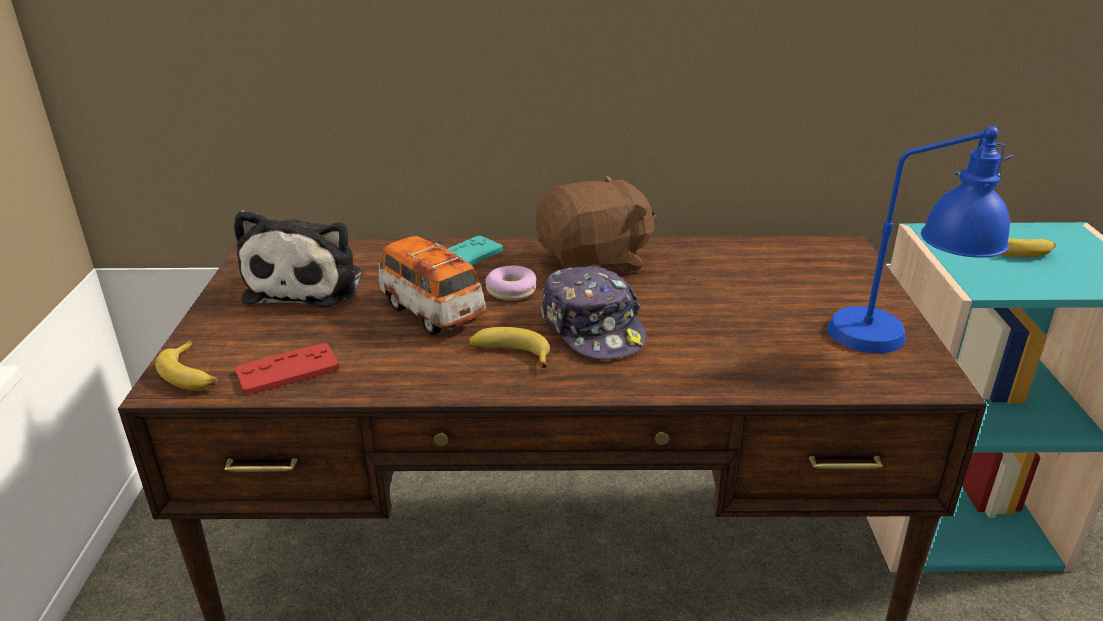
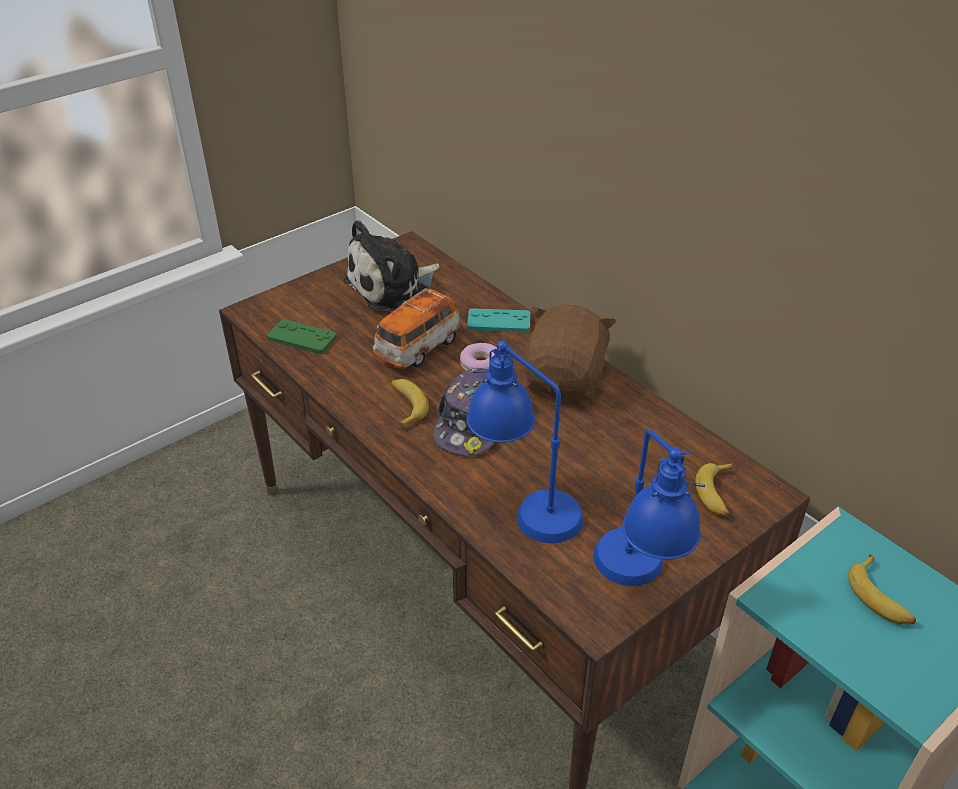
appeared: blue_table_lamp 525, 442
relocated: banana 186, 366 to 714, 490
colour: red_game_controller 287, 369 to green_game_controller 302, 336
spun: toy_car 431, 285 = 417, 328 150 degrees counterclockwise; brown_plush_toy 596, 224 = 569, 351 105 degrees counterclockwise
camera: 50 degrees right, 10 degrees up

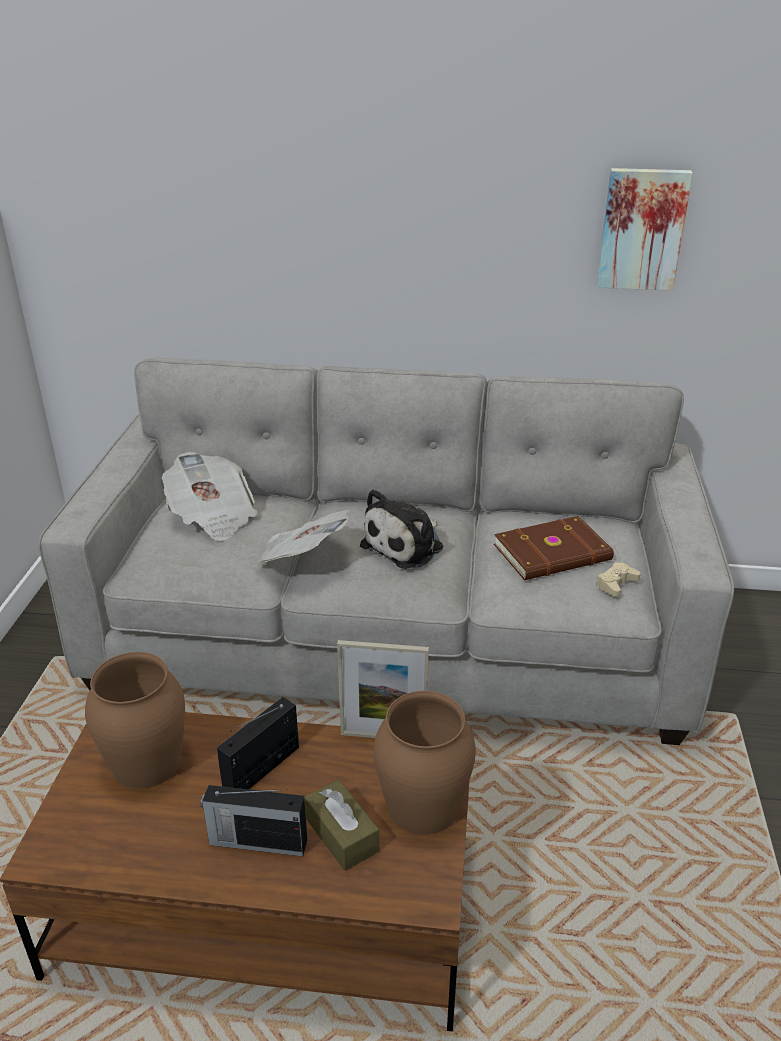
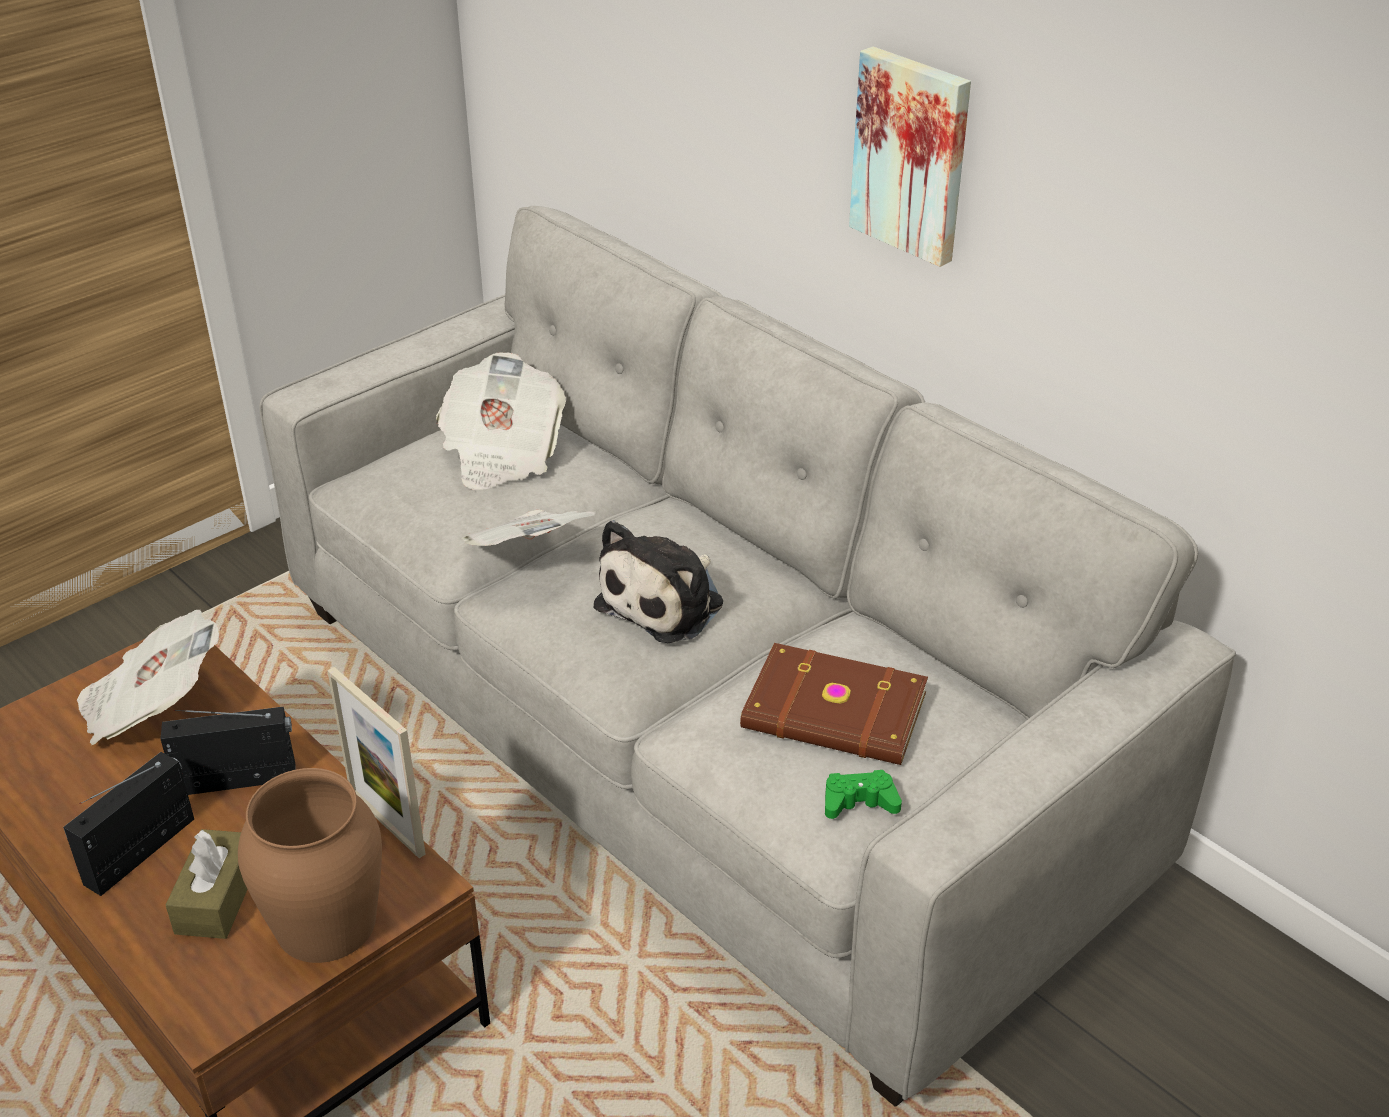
relocated: picture 645, 229 to 910, 156
exchanged: brown_vase 135, 720 to newspaper 148, 677
colour: beige_game_controller 618, 579 to green_game_controller 863, 794
spun: radio 253, 820 = 128, 824 75 degrees clockwise; plush_toy 401, 529 = 658, 581 45 degrees counterclockwise
camera: 40 degrees right, 5 degrees up

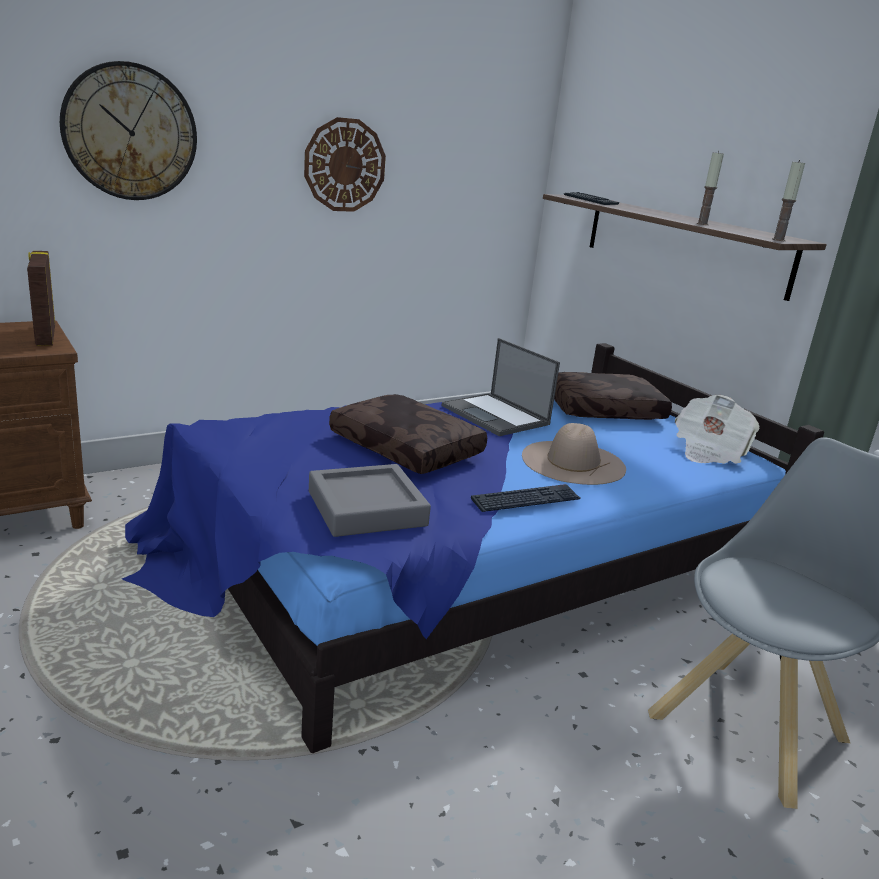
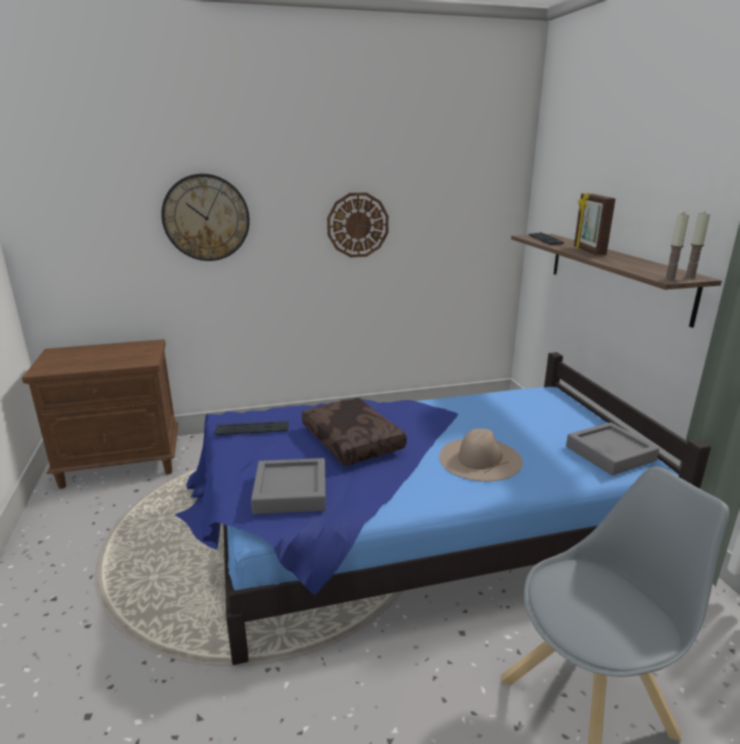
missing: laptop 501, 387; brown_pillow 613, 396
relocated: picture_frame 41, 298 to 595, 224; keyboard 526, 498 to 252, 428; candle 710, 188 to 697, 245
exchanged: newspaper 717, 429 to grey_tray 612, 448
camera: 20 degrees right, 0 degrees up

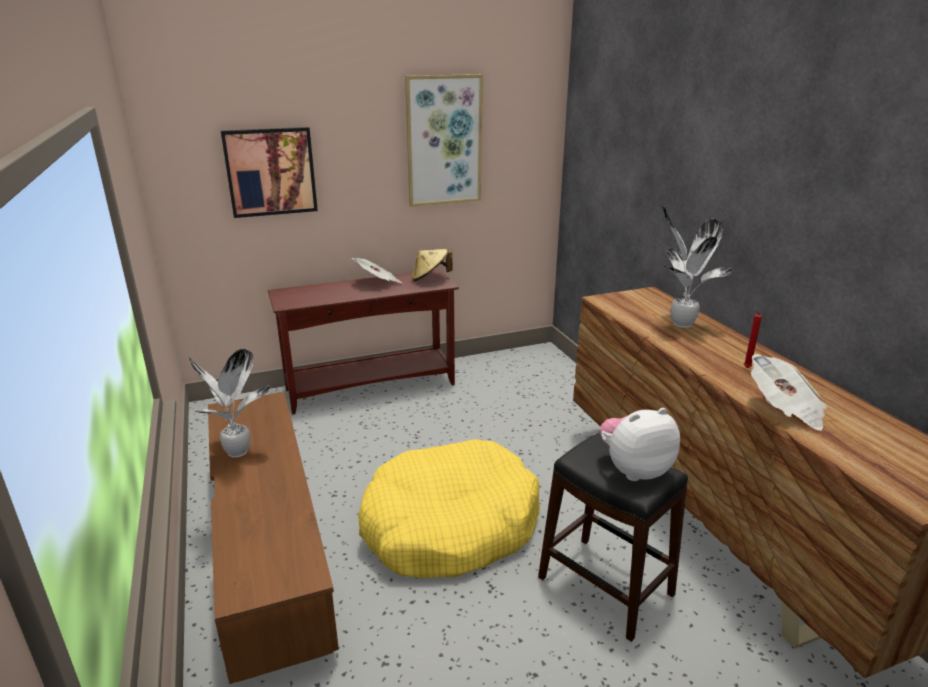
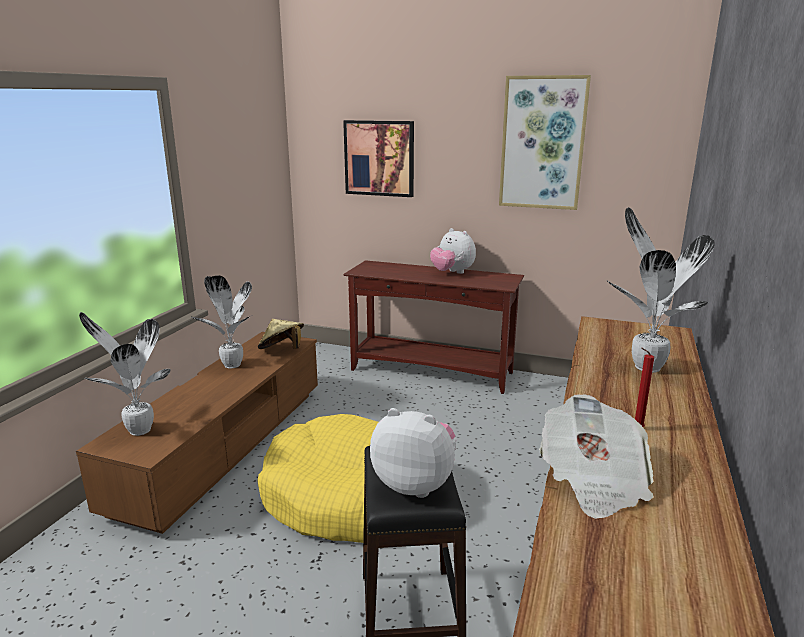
appeared: potted_plant 125, 374
relocated: beige_hat 432, 265 to 281, 334
exchanged: newspaper 377, 270 to plush_toy 453, 251
camera: 40 degrees right, 5 degrees down

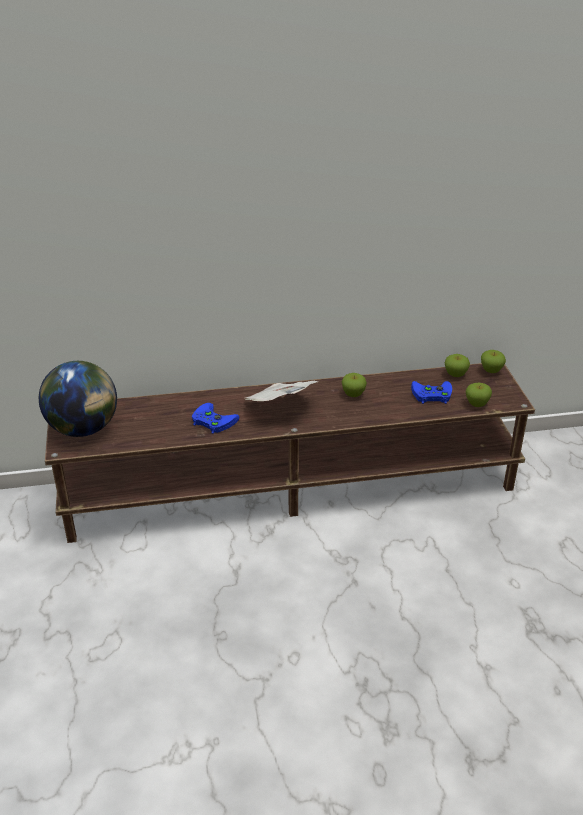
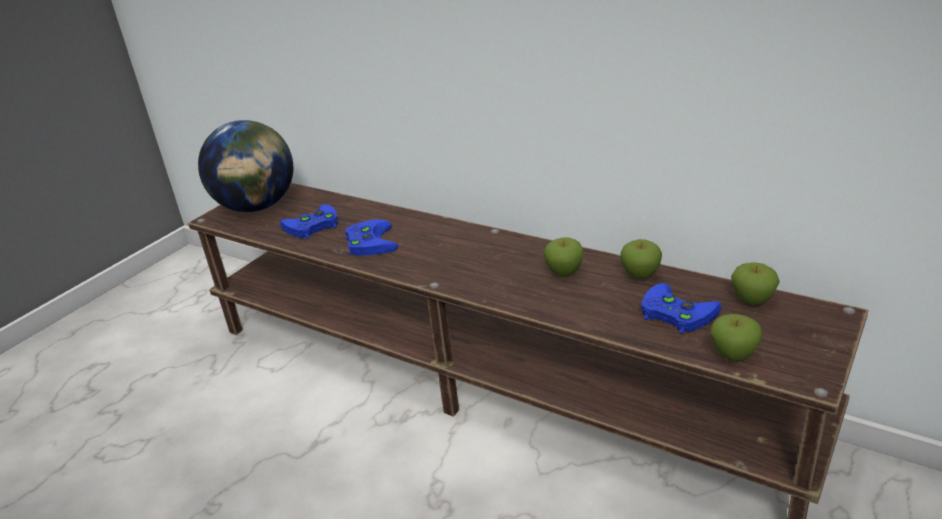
missing: newspaper 282, 391
appeared: blue_game_controller 309, 221
relocated: apple 493, 361 to 641, 259
camera: 45 degrees right, 5 degrees down

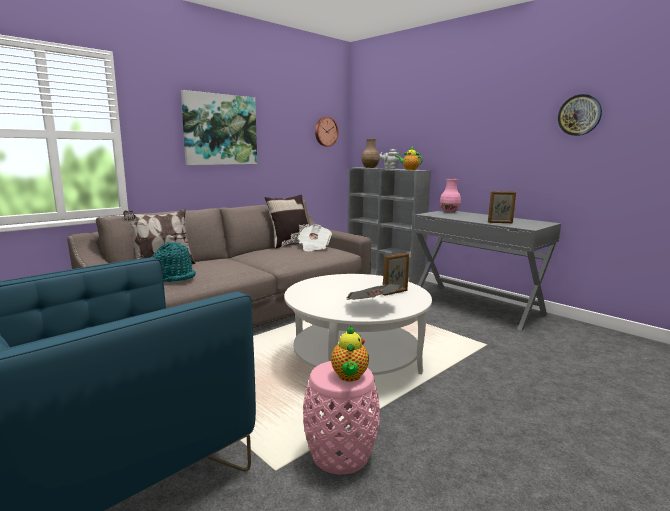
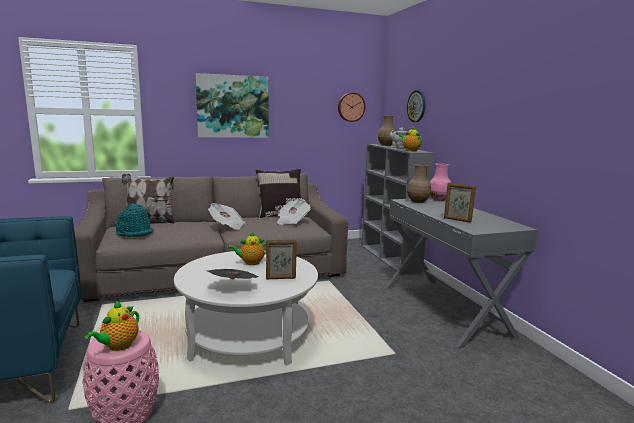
appeared: newspaper 226, 216; teapot 247, 248; brown_vase 419, 183
relocated: wall_clock 580, 115 to 416, 106
camera: 25 degrees right, 0 degrees up

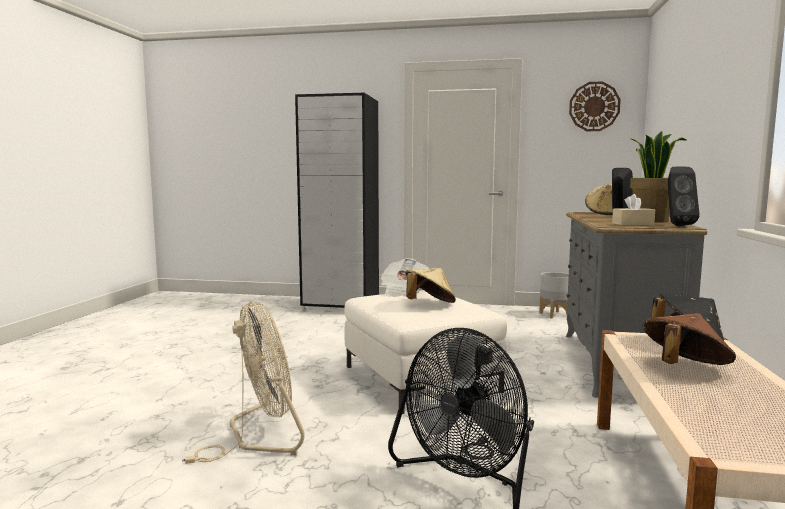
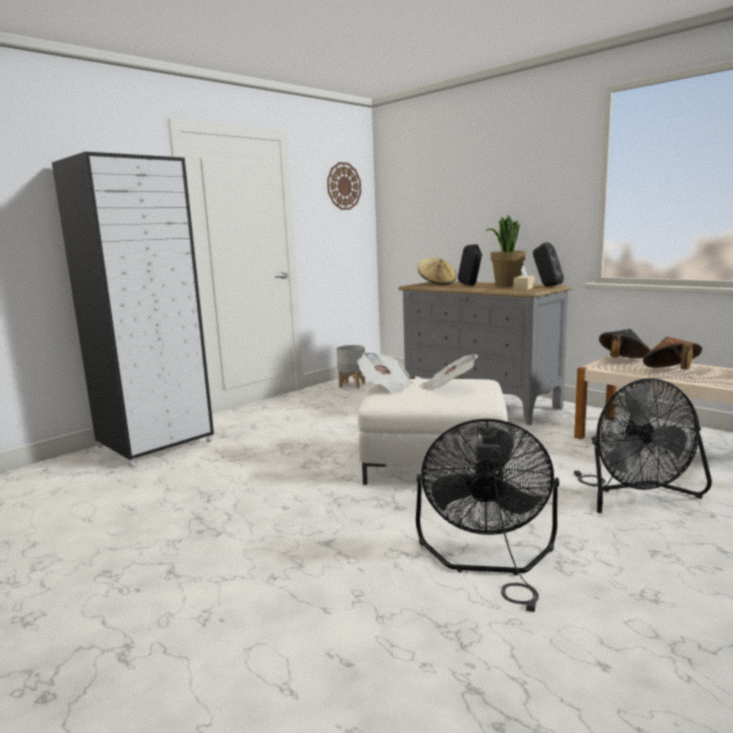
exchanged: beige_hat 430, 285 to newspaper 448, 372
colour: beige_fan 243, 382 to black_fan 487, 515
camera: 55 degrees left, 5 degrees up

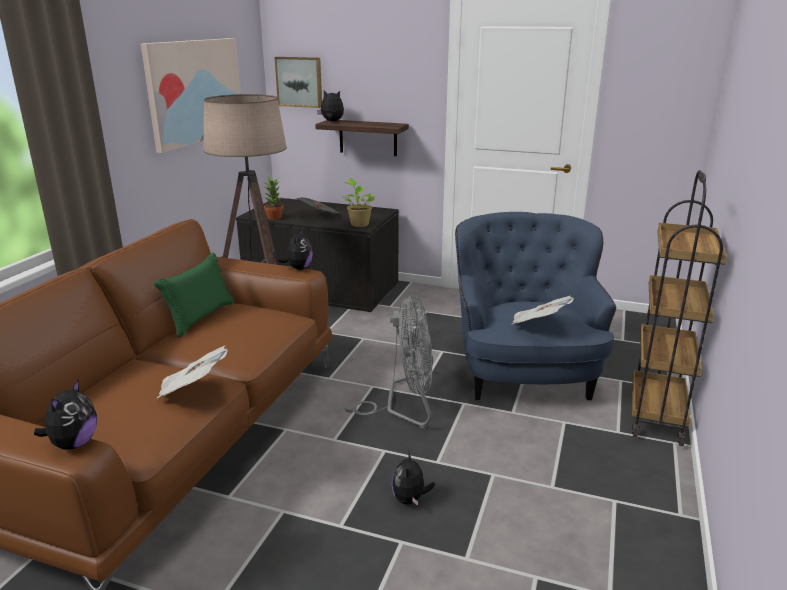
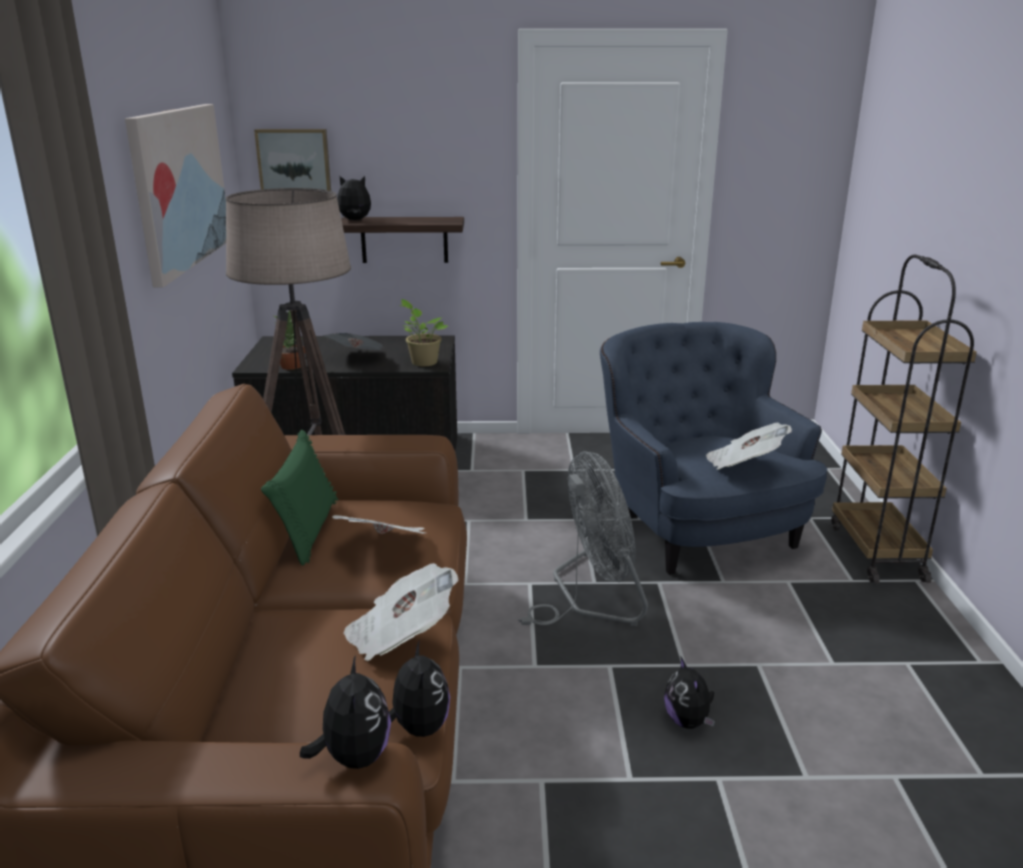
appeared: newspaper 379, 524
relocated: plush_toy 295, 249 to 419, 689
camera: 20 degrees left, 0 degrees up

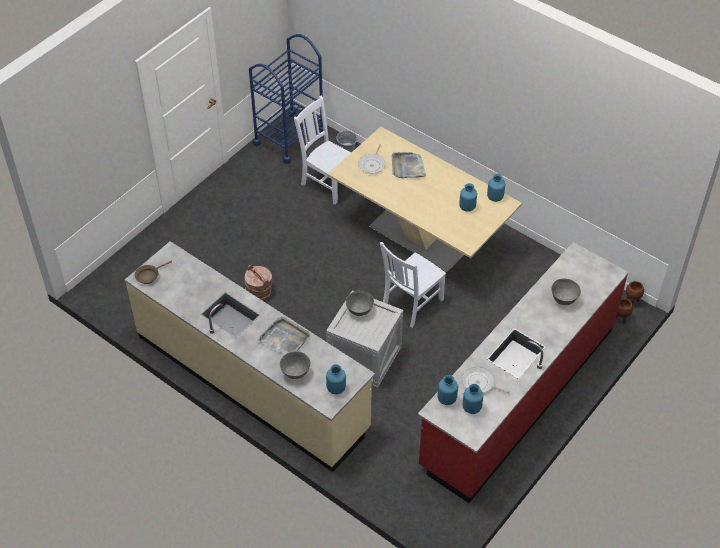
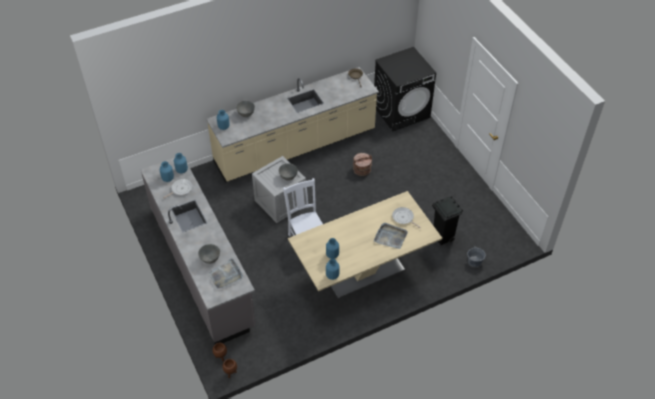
missing: blue_cart 286, 99
appeared: black_washing_machine 405, 89
relocated: grey_tray 284, 335 to 225, 273
exchanged: white_chair 322, 150 to black_trash_can 447, 220
colour: red_counter 523, 372 to grey_counter 198, 251
camera: 115 degrees right, 0 degrees up

